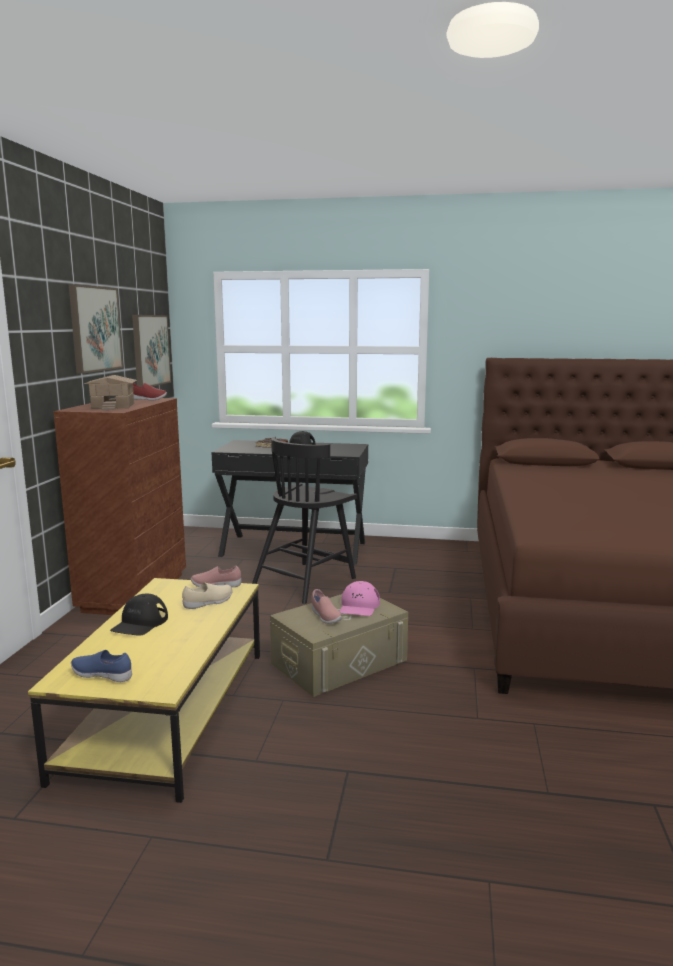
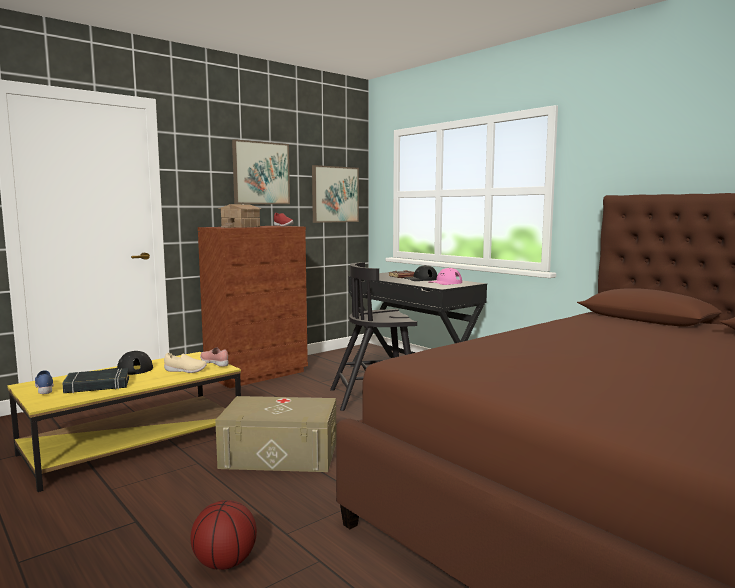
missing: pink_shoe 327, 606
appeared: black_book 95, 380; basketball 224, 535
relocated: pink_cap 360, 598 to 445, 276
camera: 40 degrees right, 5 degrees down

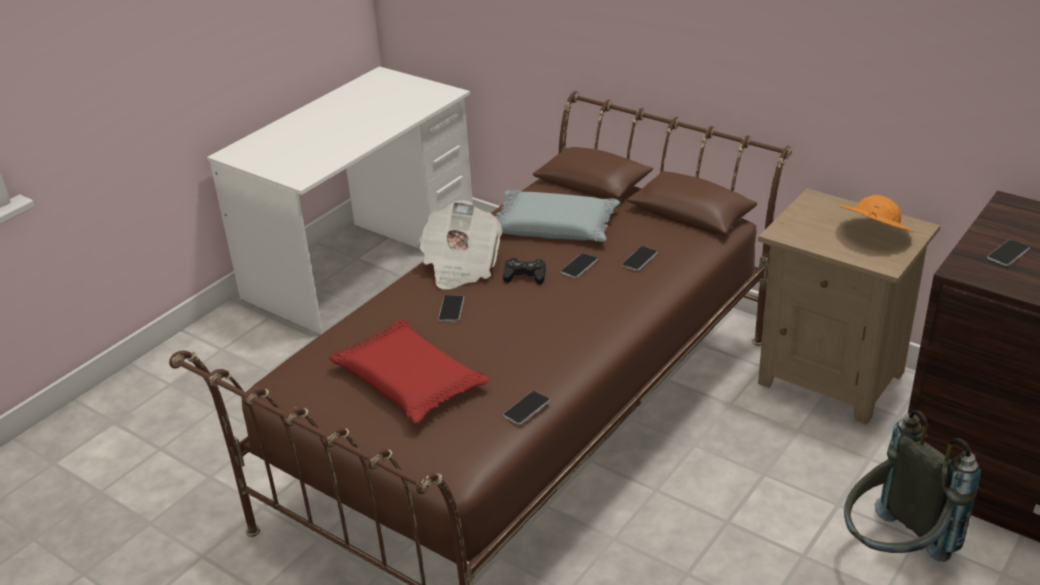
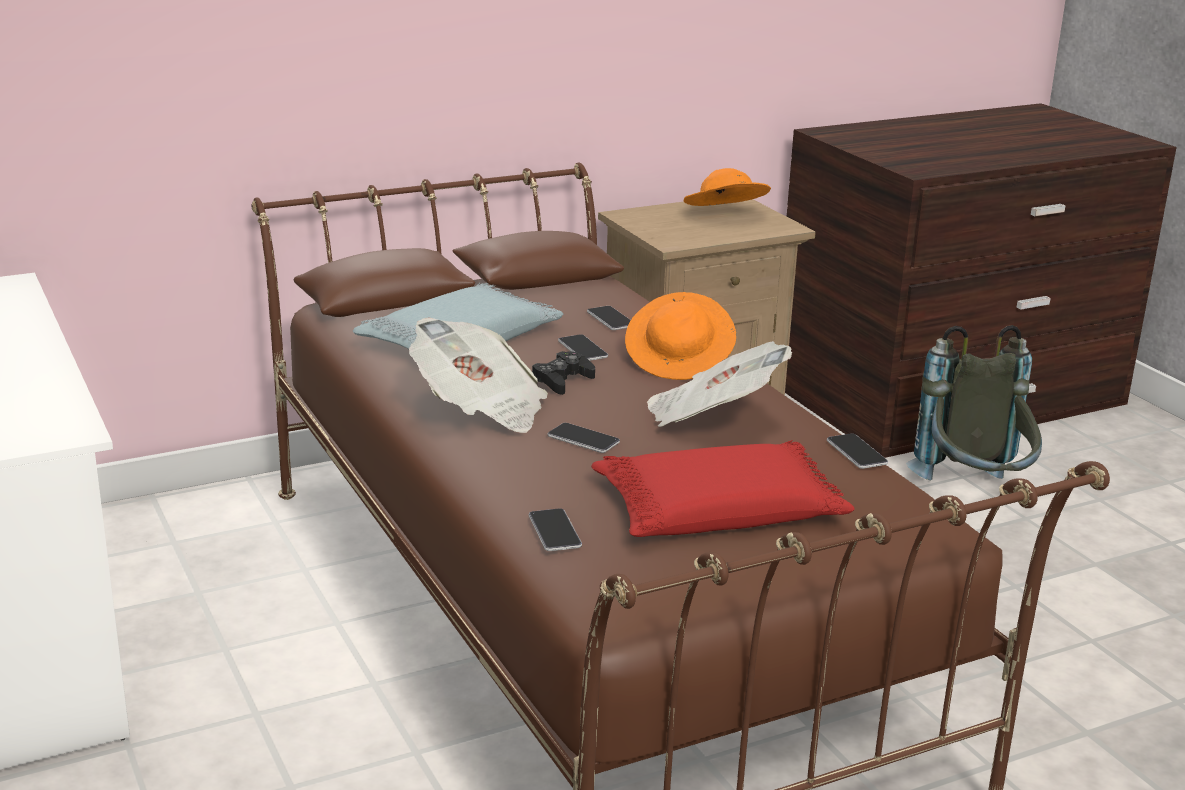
appeared: orange_hat 680, 336; newspaper 719, 384
relocated: phone 1008, 252 to 555, 529
camera: 65 degrees left, 10 degrees down

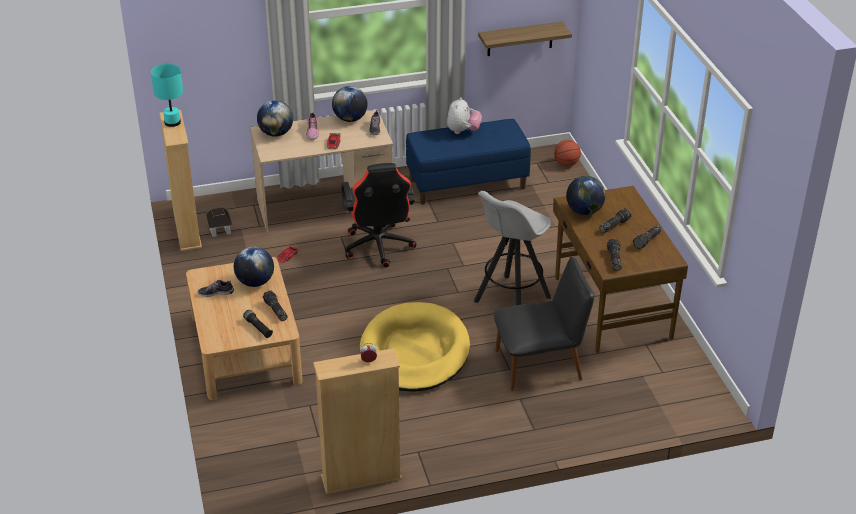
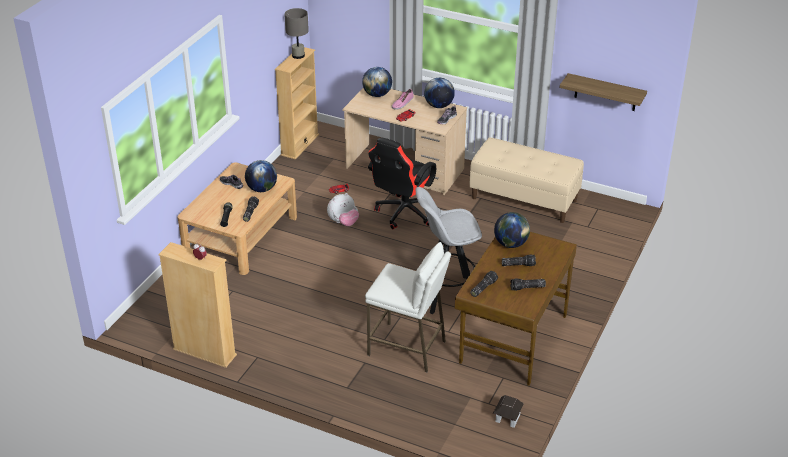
missing: yellow_dog_bed 415, 347; basketball 567, 153
relocated: toy_house 219, 222 to 508, 411; plush_toy 464, 115 to 343, 209
exchanged: black_chair 544, 324 to white_stool 408, 307
colour: turquoise_table_lamp 167, 95 to grey_table_lamp 296, 33; blue_bench 468, 162 to beige_bench 526, 180
camera: 40 degrees right, 0 degrees up

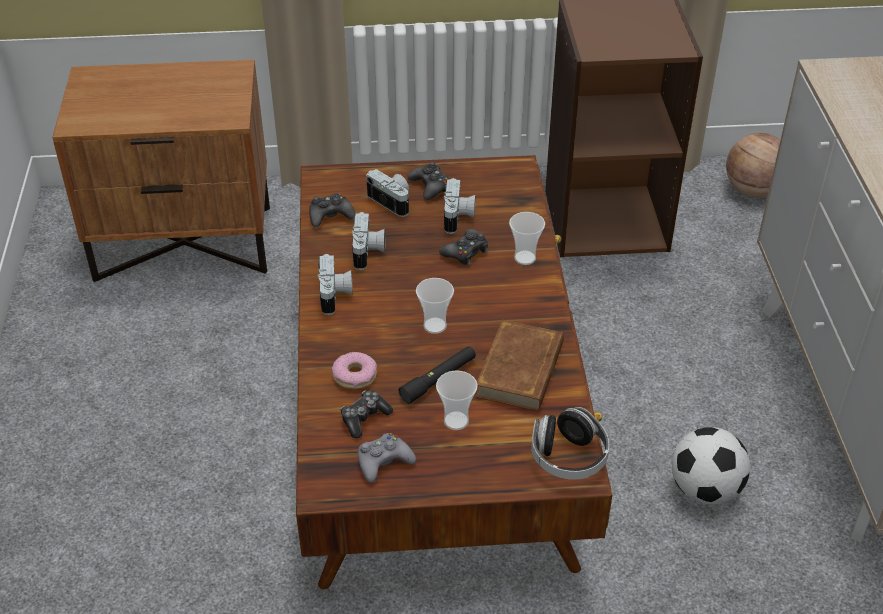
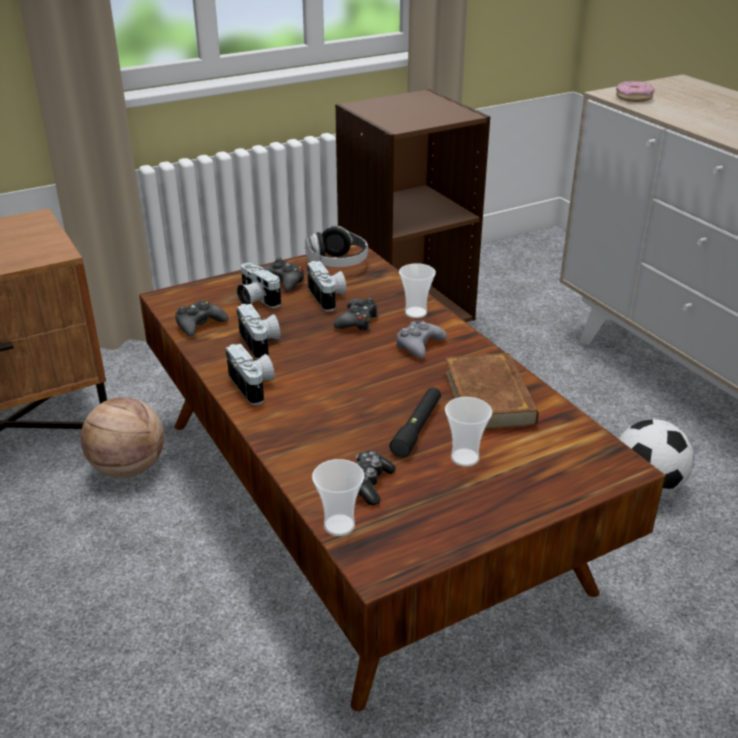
relocated: donut 354, 370 to 635, 91; grey_game_controller 387, 458 to 421, 339; cup 435, 306 to 338, 497; headphones 570, 443 to 336, 246; basketball 753, 165 to 122, 437
spun: photo_camera 387, 193 = 259, 285 150 degrees counterclockwise
camera: 25 degrees left, 10 degrees down

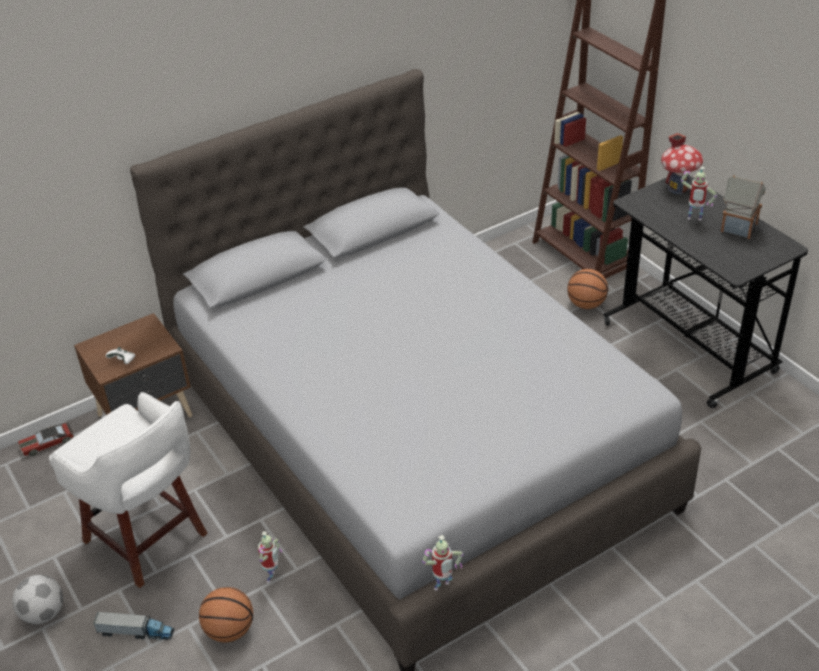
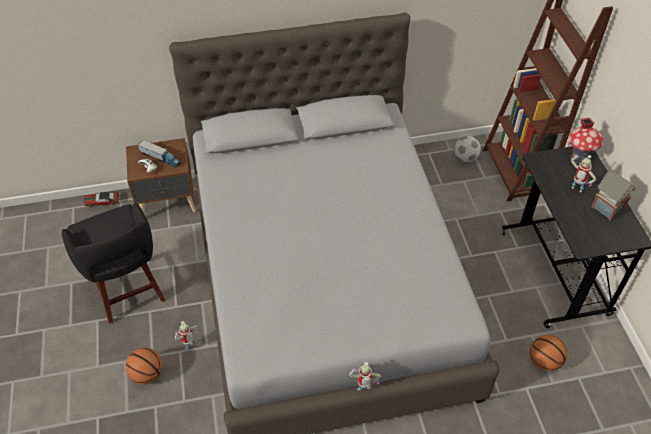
relocated: football 37, 599 to 467, 149; toy_truck 133, 626 to 159, 153; toy_robot 443, 563 to 365, 376; basketball 587, 289 to 548, 353
colour: white_stool 128, 490 to black_stool 114, 263
camera: 20 degrees right, 10 degrees up

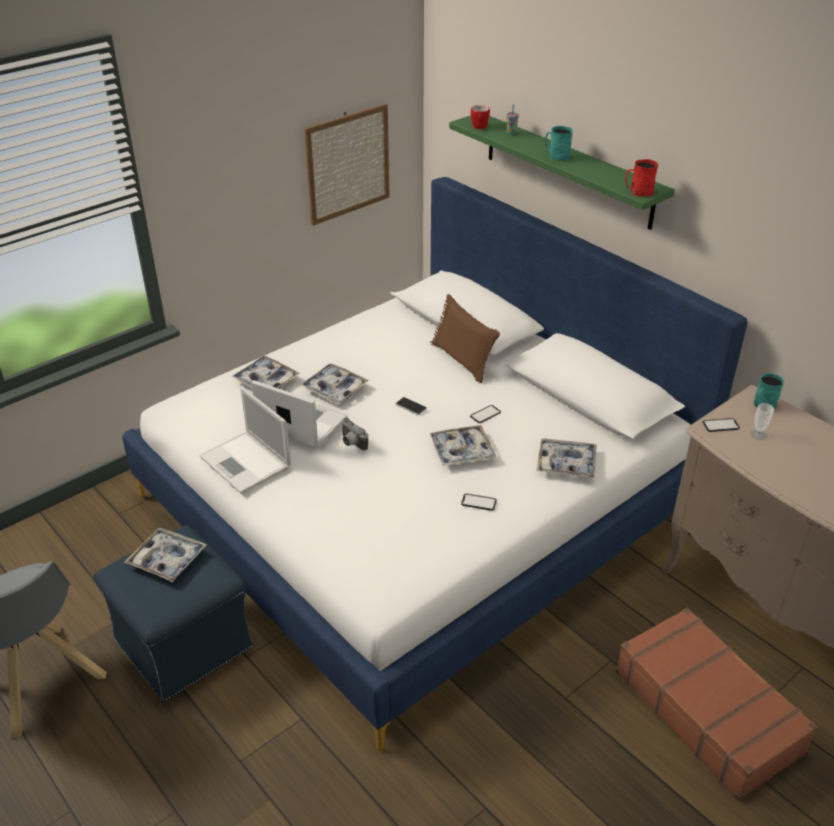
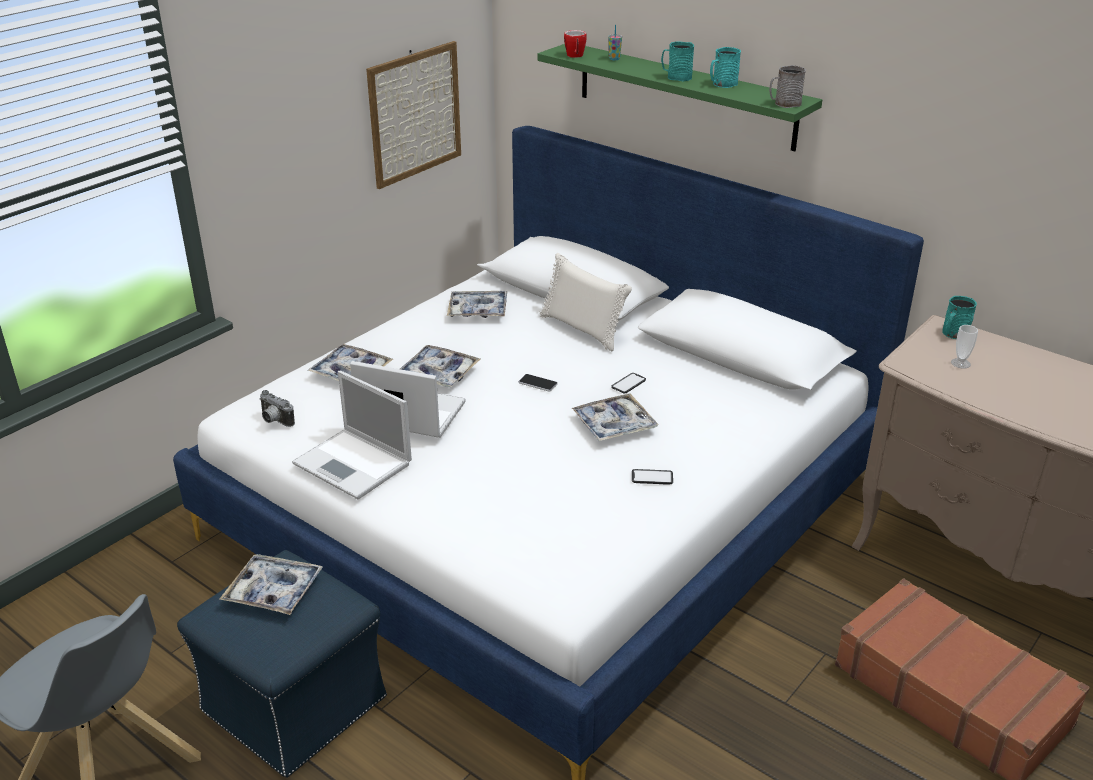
missing: phone 721, 425
appeared: turquoise_mug 725, 67
relocated: photo_camera 354, 434 to 277, 408; tray 566, 458 to 477, 304
colour: brown_pillow 465, 338 to white_pillow 585, 302; red_mug 642, 178 to grey_mug 787, 86
camera: 10 degrees left, 5 degrees down

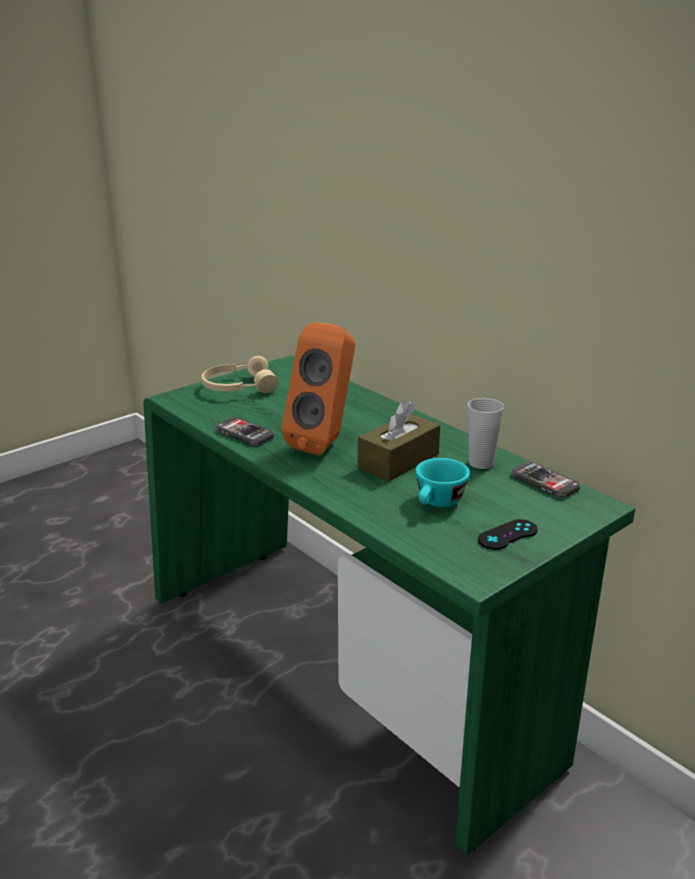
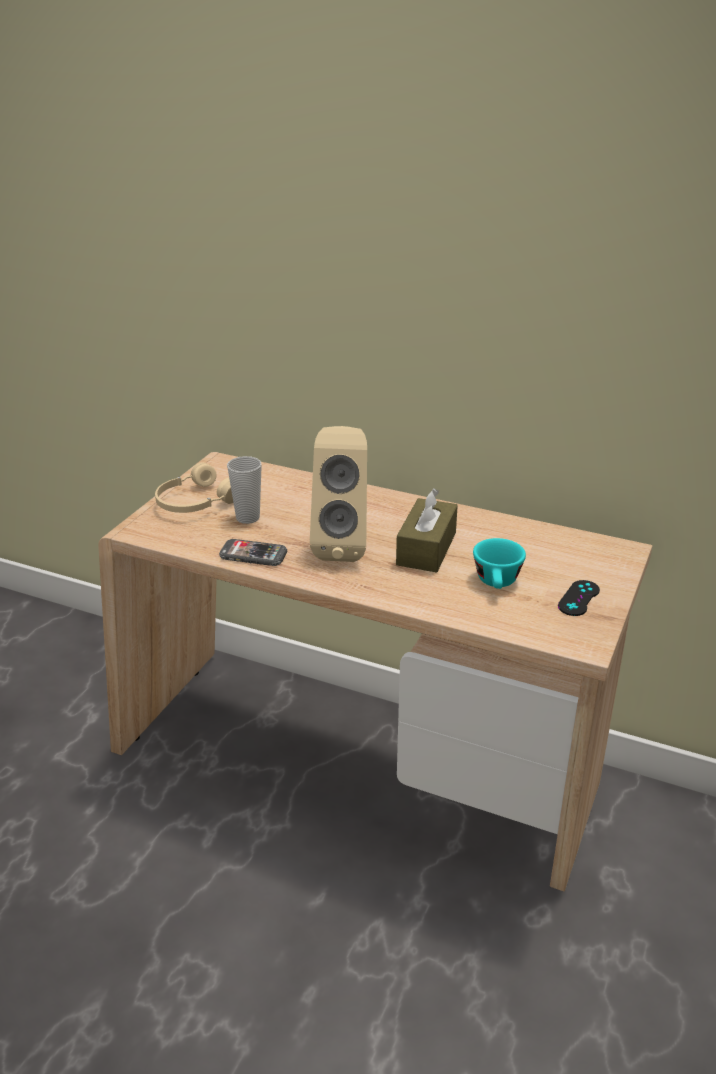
missing: phone 546, 480
relocated: cup 486, 433 to 244, 490
colour: green_desk 389, 605 to beige_desk 375, 671; orange_speaker 318, 389 to beige_speaker 338, 494
camera: 25 degrees left, 5 degrees up

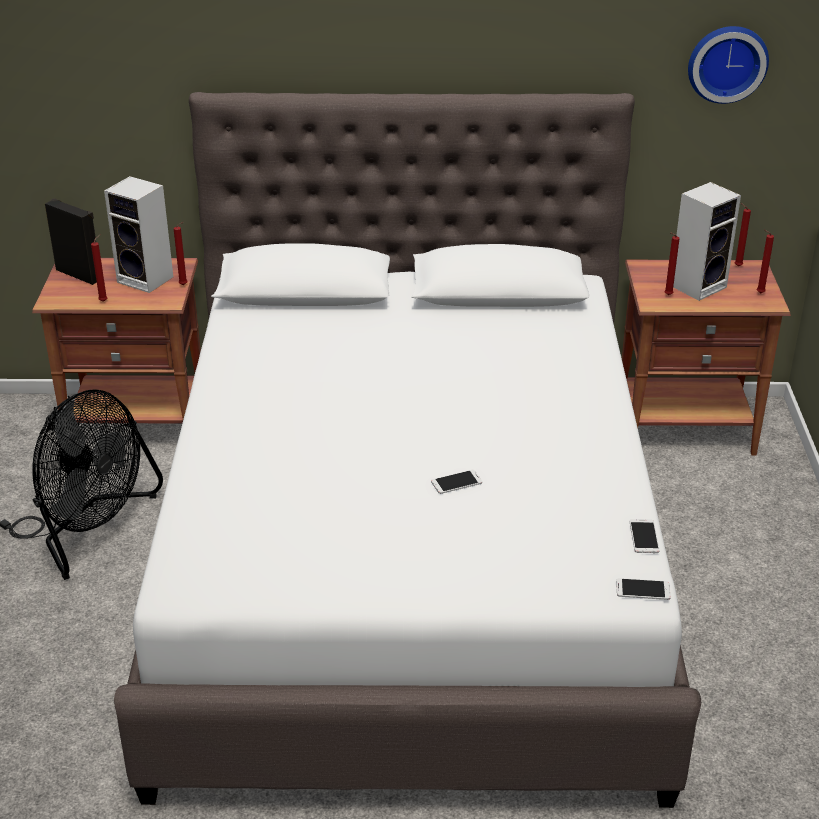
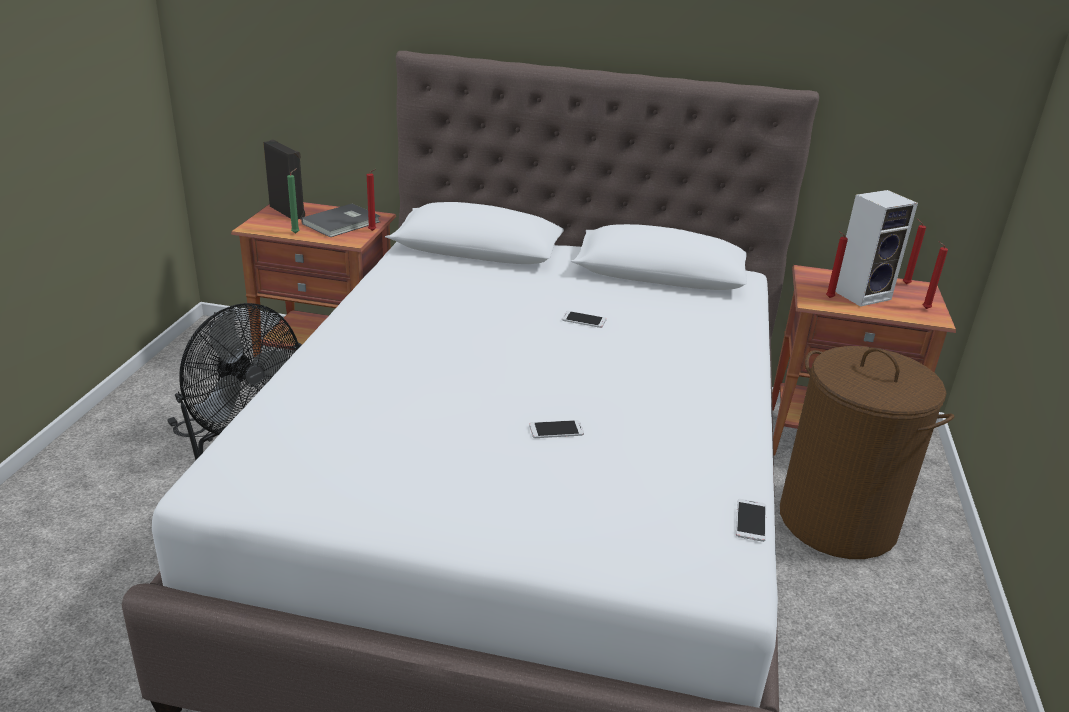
missing: wall_clock 728, 65
appeared: brown_laundry_basket 867, 452
relocated: phone 643, 589 to 584, 319
exchanged: speaker 138, 234 to grey_book 341, 220
colour: red_candle 99, 268 to green_candle 293, 200
camera: 10 degrees right, 5 degrees down

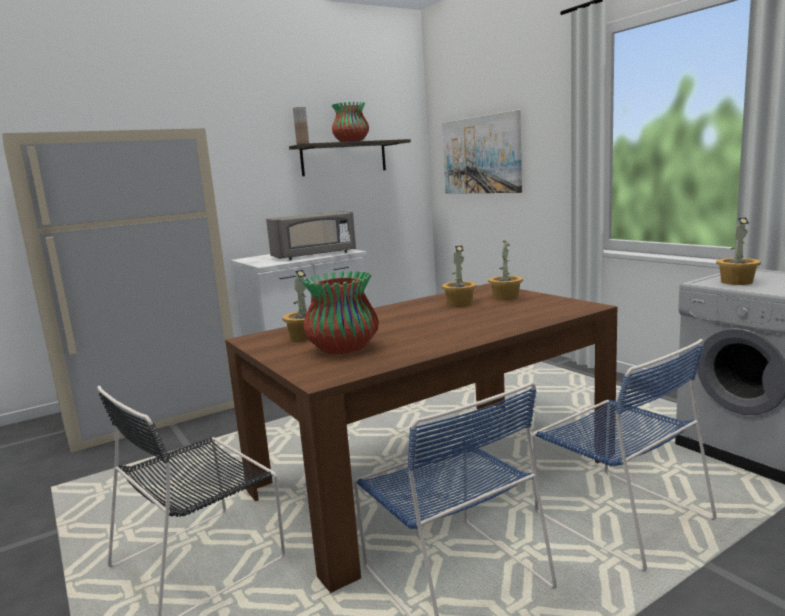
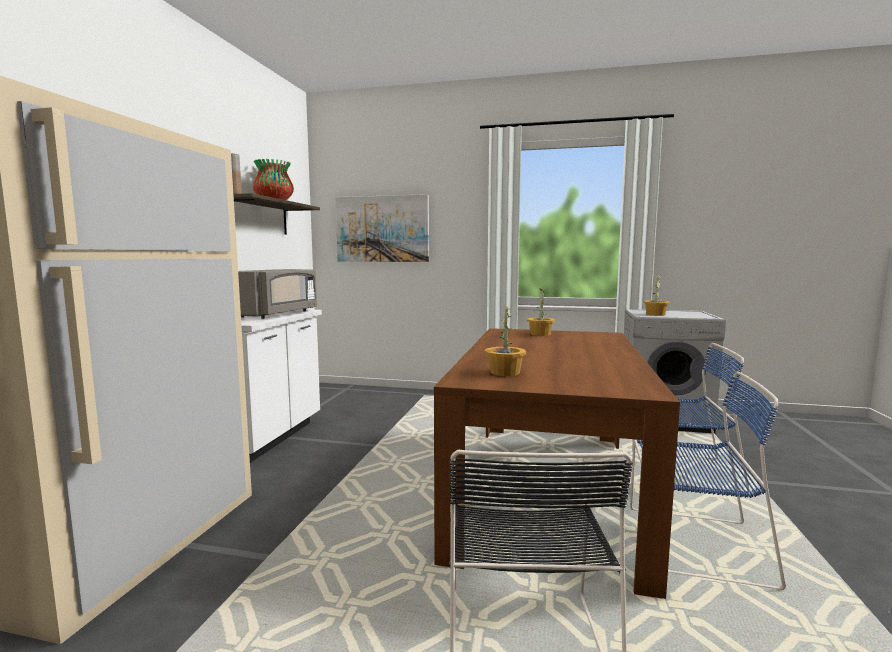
missing: vase 340, 312; potted_plant 459, 276
camera: 45 degrees left, 5 degrees down

